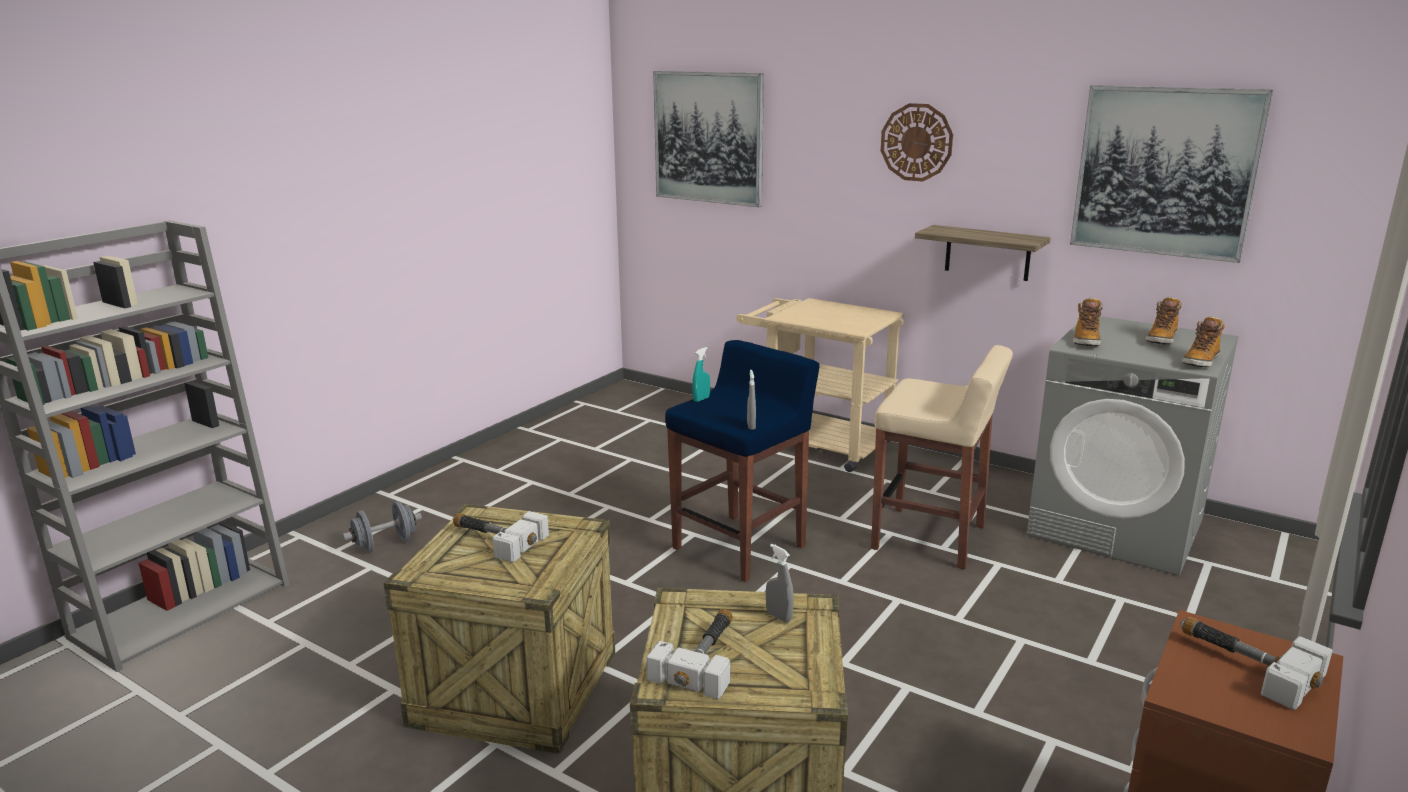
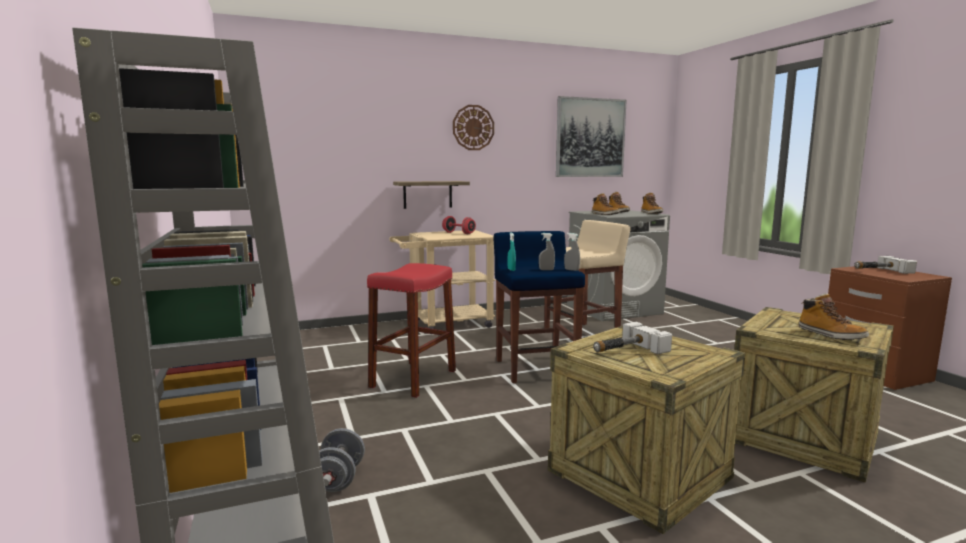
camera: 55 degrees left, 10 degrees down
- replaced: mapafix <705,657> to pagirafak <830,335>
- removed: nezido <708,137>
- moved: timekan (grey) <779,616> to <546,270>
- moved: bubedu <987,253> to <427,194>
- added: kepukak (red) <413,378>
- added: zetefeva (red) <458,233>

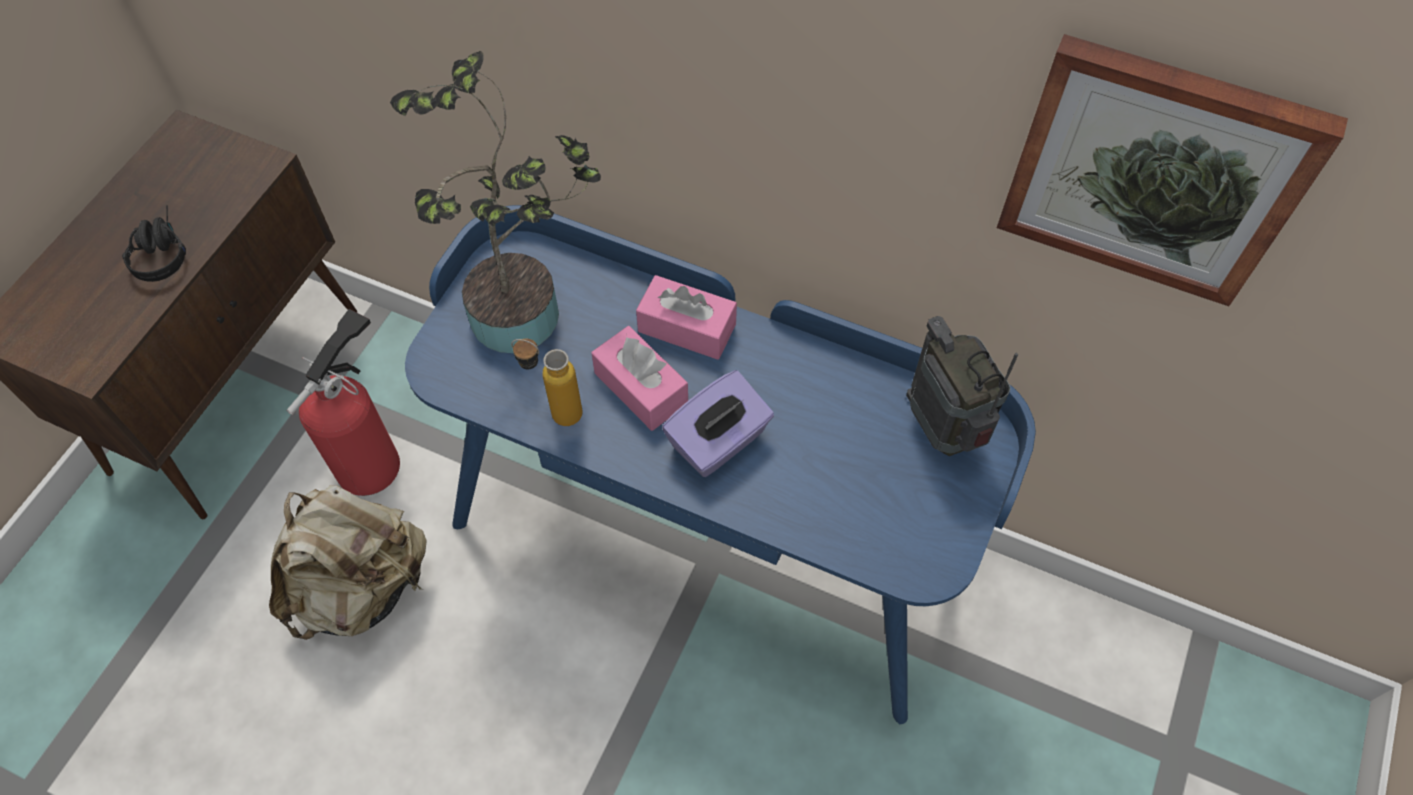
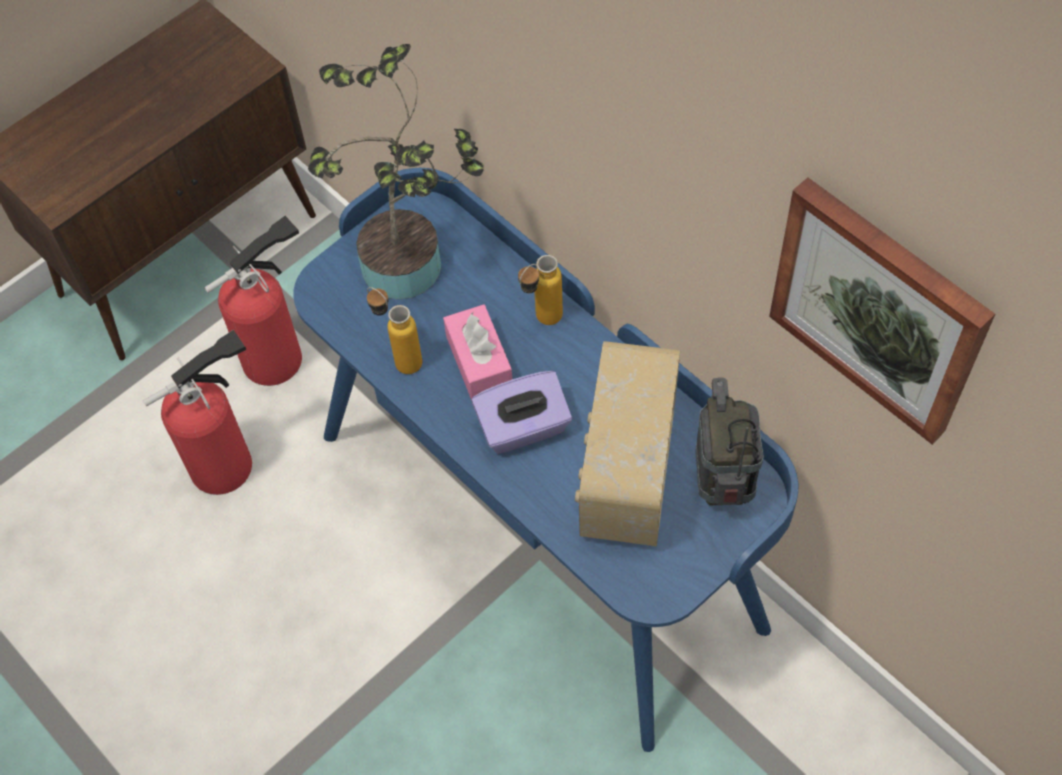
camera: 25 degrees right, 0 degrees up
- removed: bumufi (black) <160,251>
- replaced: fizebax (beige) <361,587> to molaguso <228,463>
- replaced: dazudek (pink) <687,328> to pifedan <541,322>
- added: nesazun <625,473>

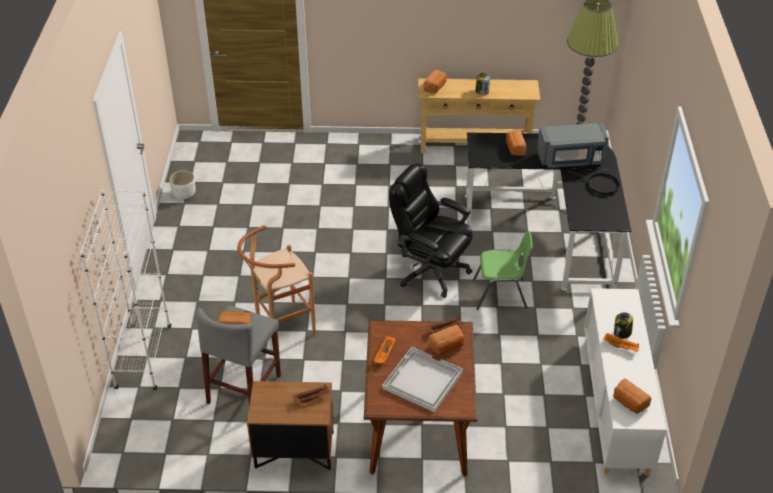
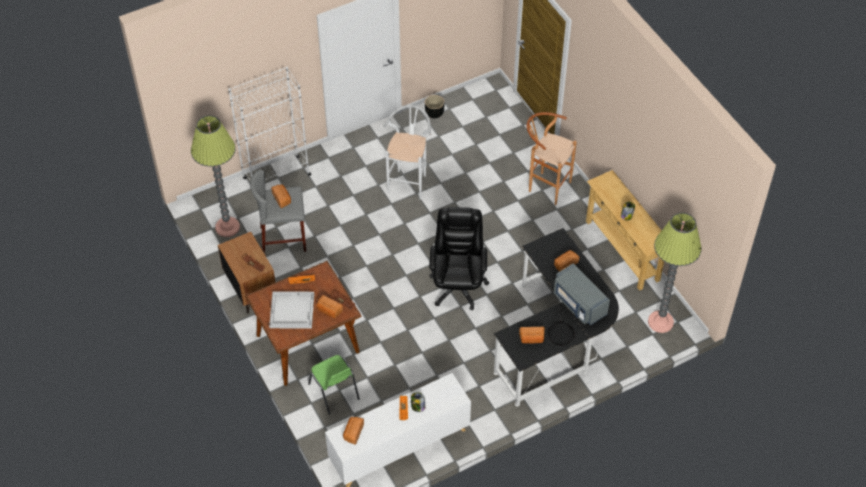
camera: 60 degrees right, 10 degrees up
- recoloured: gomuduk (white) <184,194> to gomuduk (black) <434,113>
- moved: kepukak (brown) <280,330> to <545,186>
- moved: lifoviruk <435,87> to <531,339>
- moved: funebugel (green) <501,294> to <334,392>
- added: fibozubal <227,227>
- added: kepukak (white) <409,181>

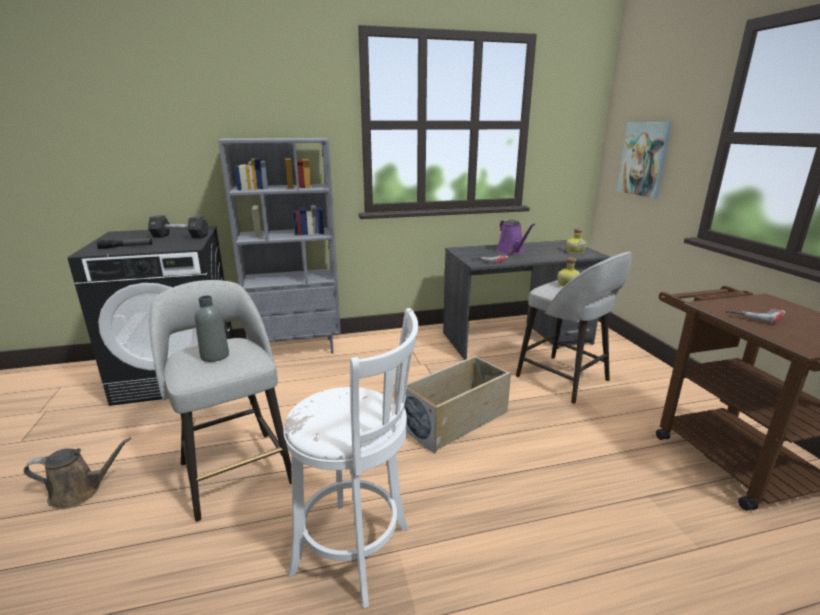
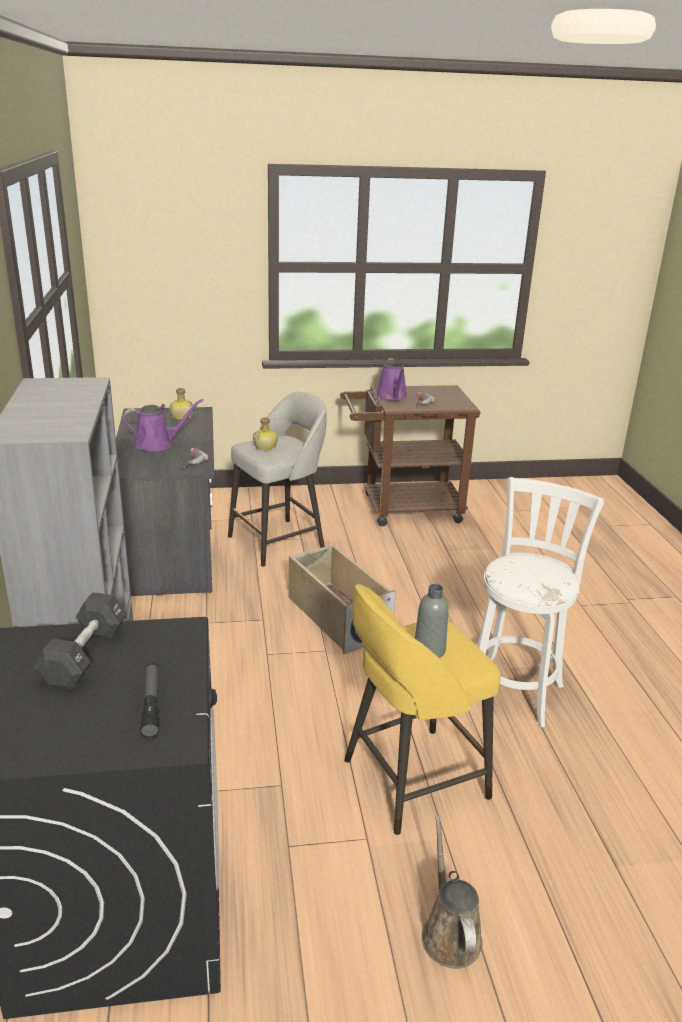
camera: 85 degrees left, 5 degrees up
- recoloured: kepukak (grey) <235,470> to kepukak (yellow) <411,780>
- removed: nezido <644,159>
- added: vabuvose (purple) <392,397>

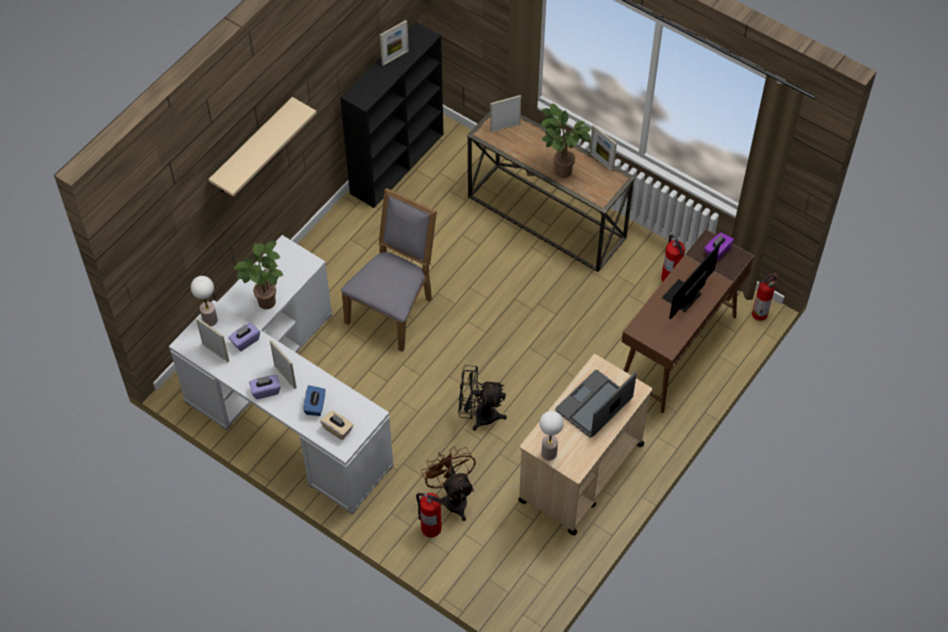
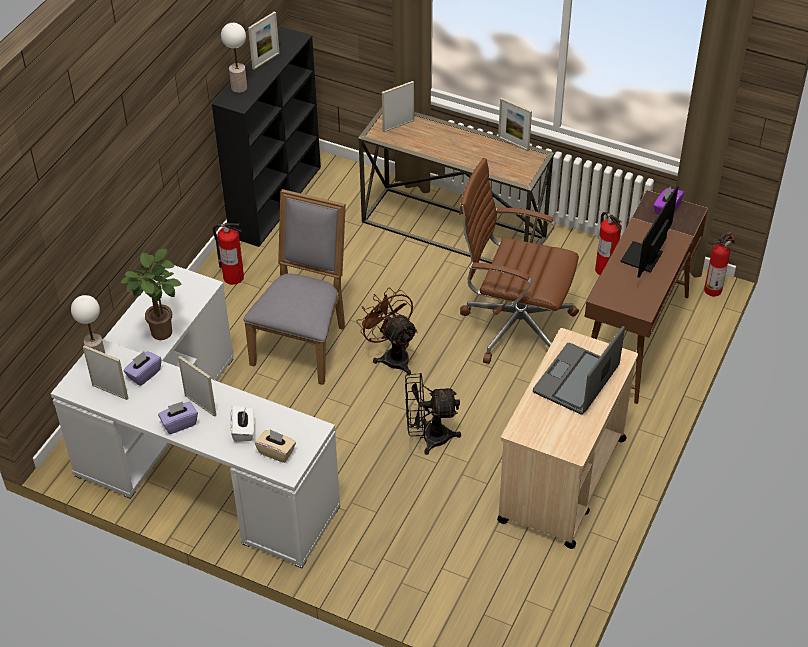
camera: 10 degrees left, 10 degrees down
- removed: bubedu (beige) <252,148>
- recoloured: dazudek (blue) <315,406> to dazudek (white) <243,430>
- moved: molaguso <430,528> to <233,277>
- moved: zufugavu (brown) <453,497> to <392,356>
- moved: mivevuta <549,453> to <239,87>
- removed: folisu <560,171>
- added: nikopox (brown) <514,325>

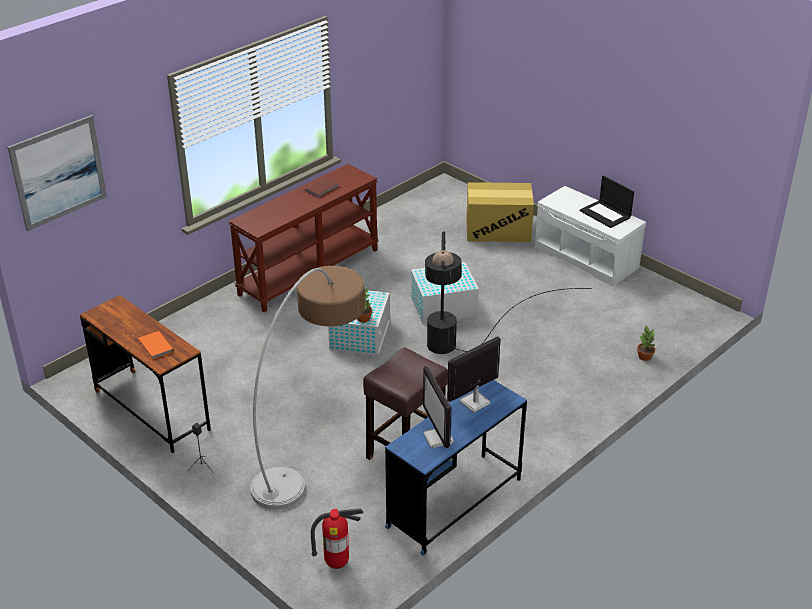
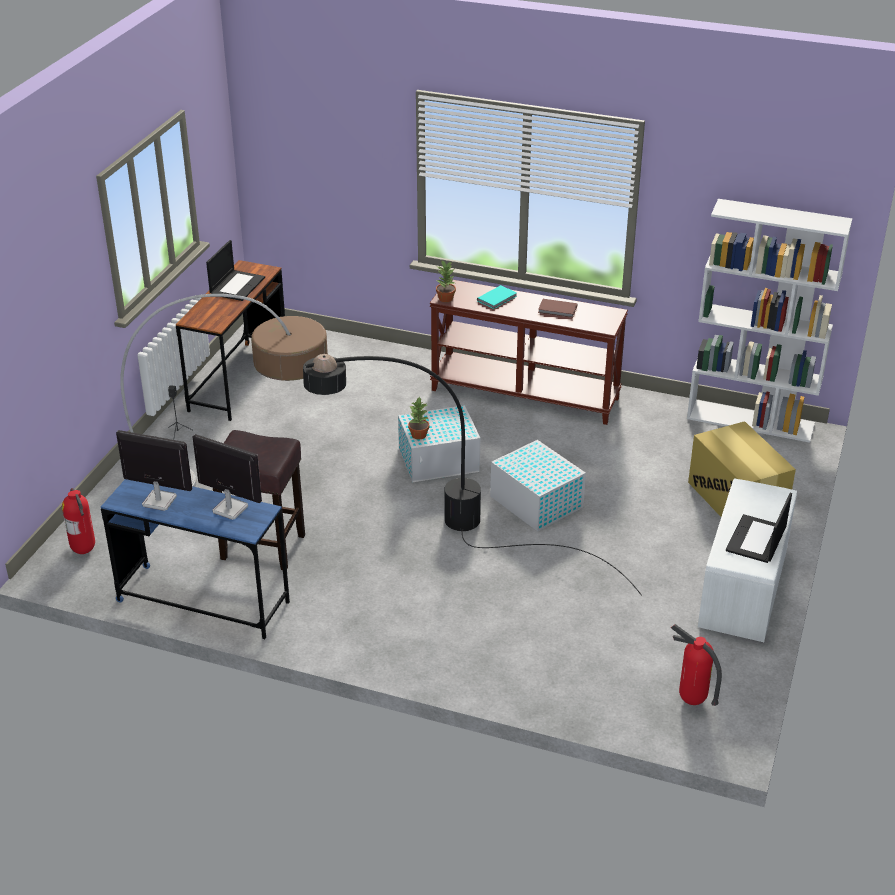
camera: 65 degrees right, 0 degrees up
- removed: nezido <58,172>
- removed: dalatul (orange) <155,347>
- turned: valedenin <438,438> = <158,501> 60 degrees clockwise
- moved: folisu <644,356> to <446,298>
- added: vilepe <237,285>
- added: dalatul (turquoise) <498,298>
- added: molaguso <691,701>
- added: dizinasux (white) <751,421>

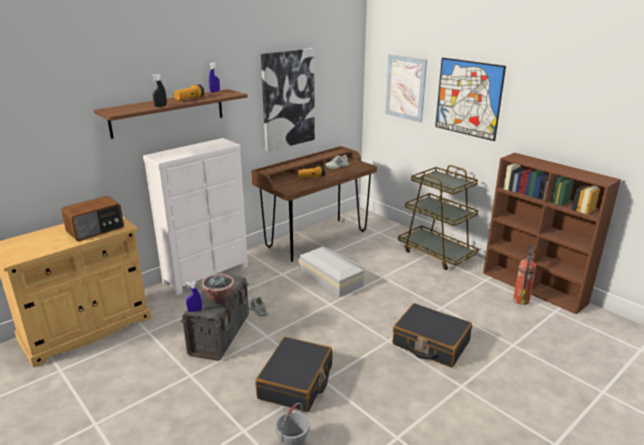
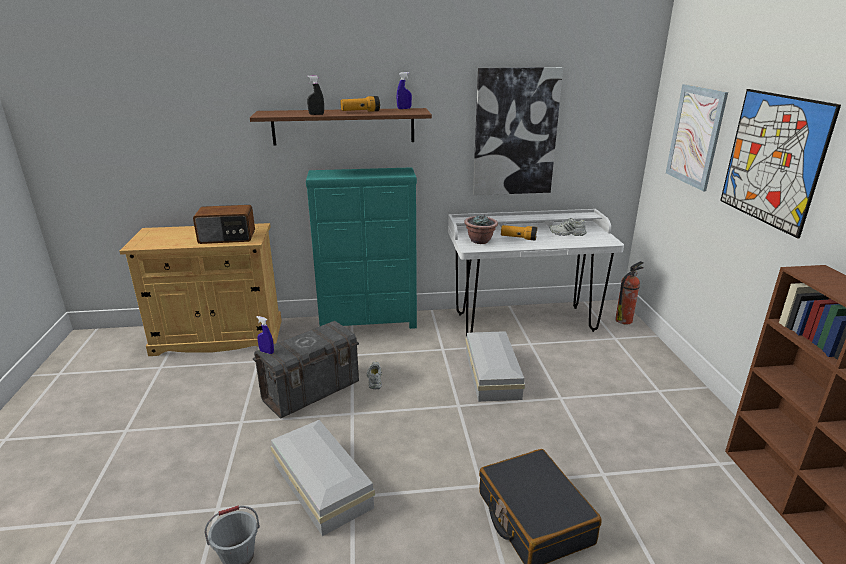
camera: 35 degrees right, 0 degrees up
- recoloured: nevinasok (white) <207,274> to nevinasok (turquoise) <369,323>
- moved: folisu <219,299> to <480,241>
- recoloured: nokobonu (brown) <316,239> to nokobonu (white) <524,322>
- replaced: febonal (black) <296,382> to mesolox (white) <322,483>
- removed: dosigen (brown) <436,253>
- moved: molaguso <521,299> to <624,320>

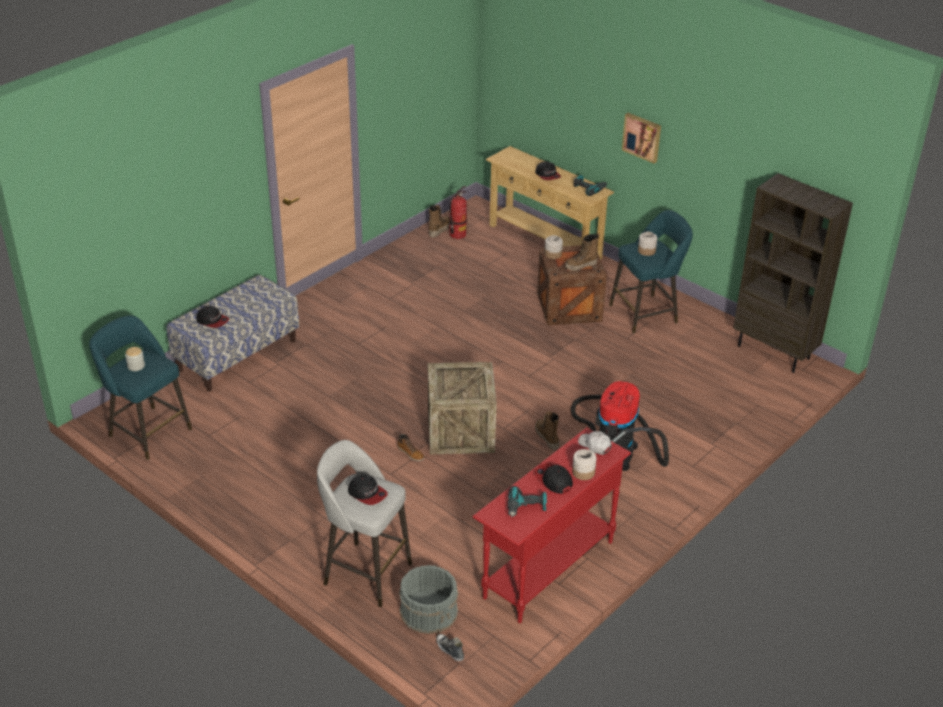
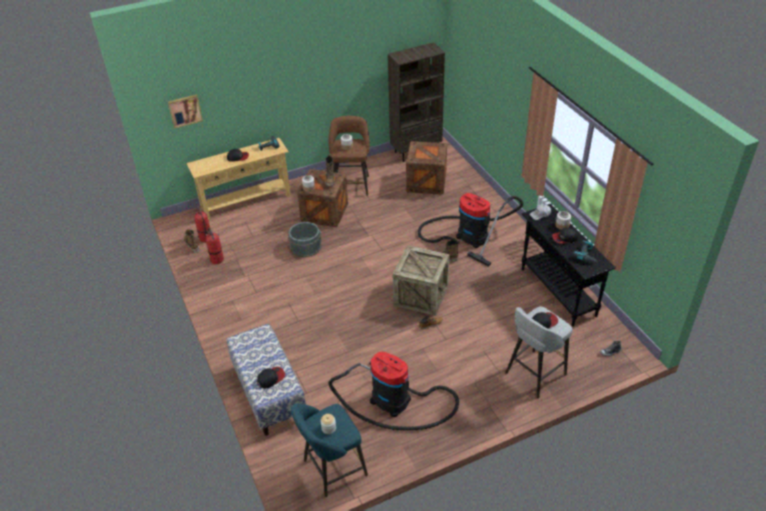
camera: 65 degrees left, 5 degrees up
- moved: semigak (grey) <429,611> to <305,246>
- recoloured: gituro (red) <548,569> to gituro (black) <558,292>
- recoloured: kepukak (turquoise) <646,313> to kepukak (brown) <351,184>
- moved: nezido <642,137> to <185,110>
- added: molaguso <217,260>
- added: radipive <395,402>
- added: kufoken <426,182>

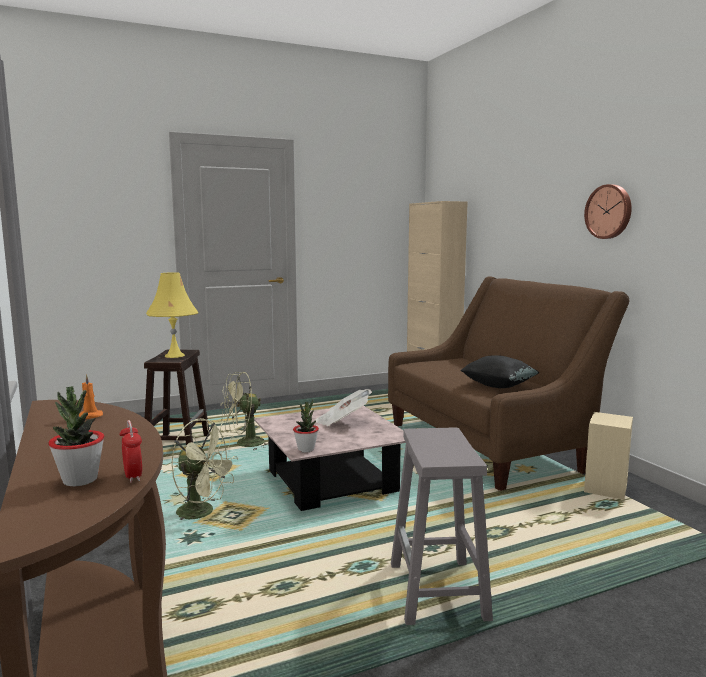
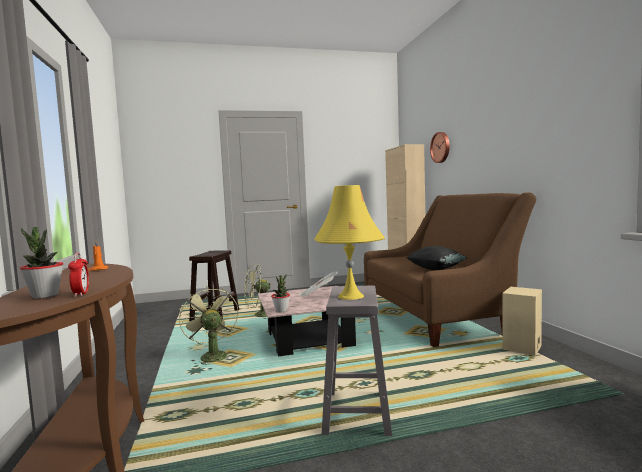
camera: 10 degrees right, 5 degrees down
- moved: mivevuta (yellow) <174,355> to <350,296>
- turned: zufugavu (green) <203,513> = <211,356> 150 degrees counterclockwise
- moved: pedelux <609,211> to <441,147>

